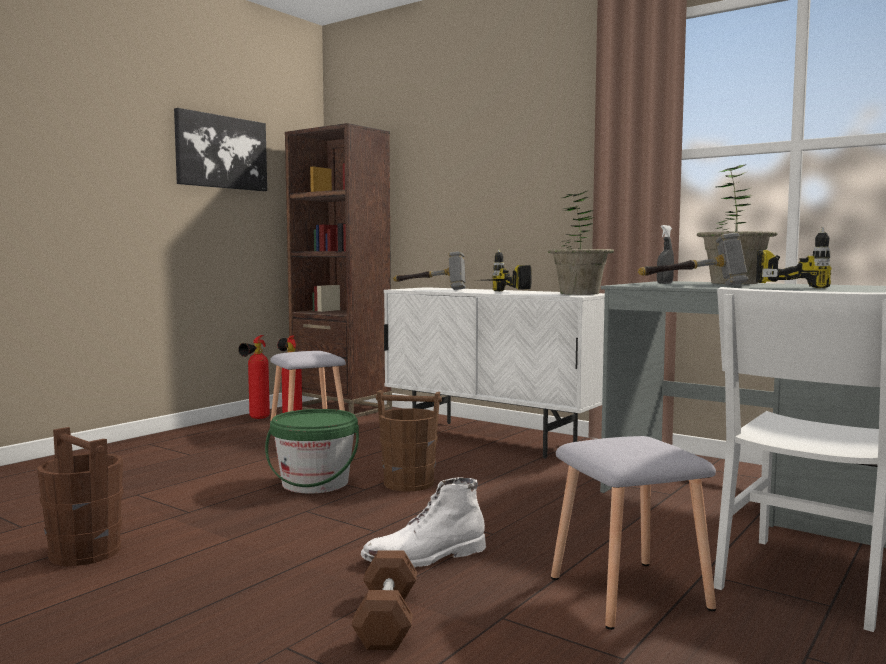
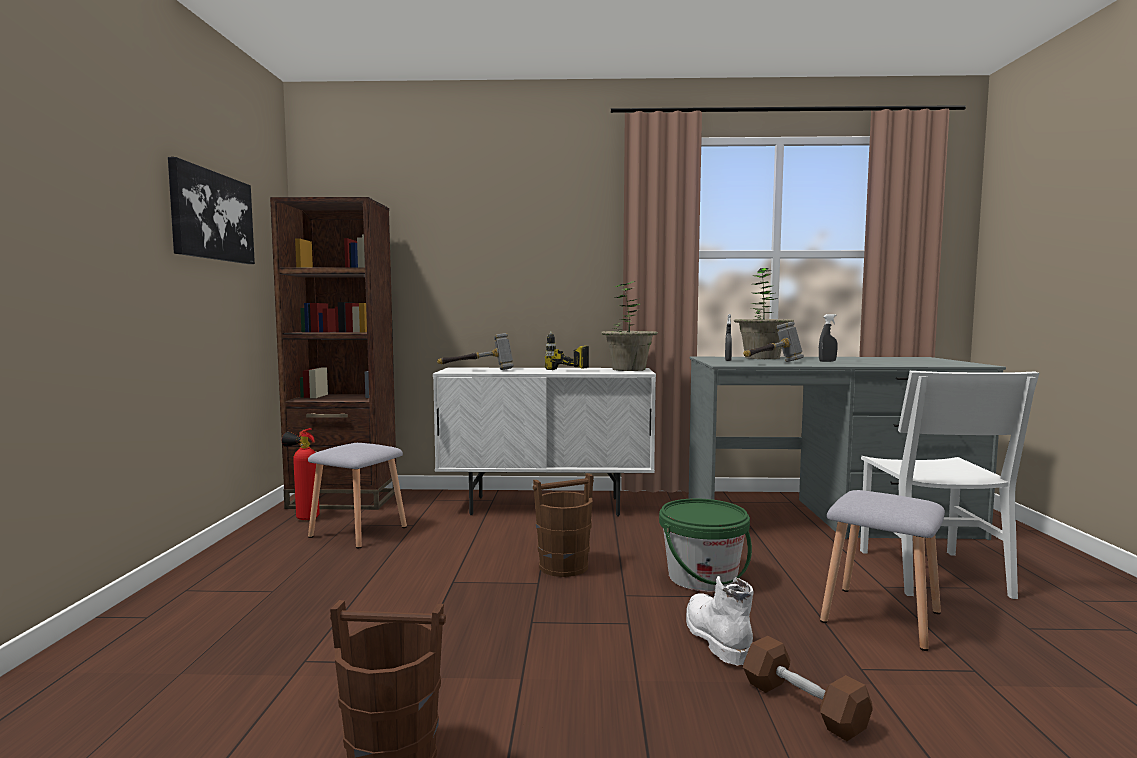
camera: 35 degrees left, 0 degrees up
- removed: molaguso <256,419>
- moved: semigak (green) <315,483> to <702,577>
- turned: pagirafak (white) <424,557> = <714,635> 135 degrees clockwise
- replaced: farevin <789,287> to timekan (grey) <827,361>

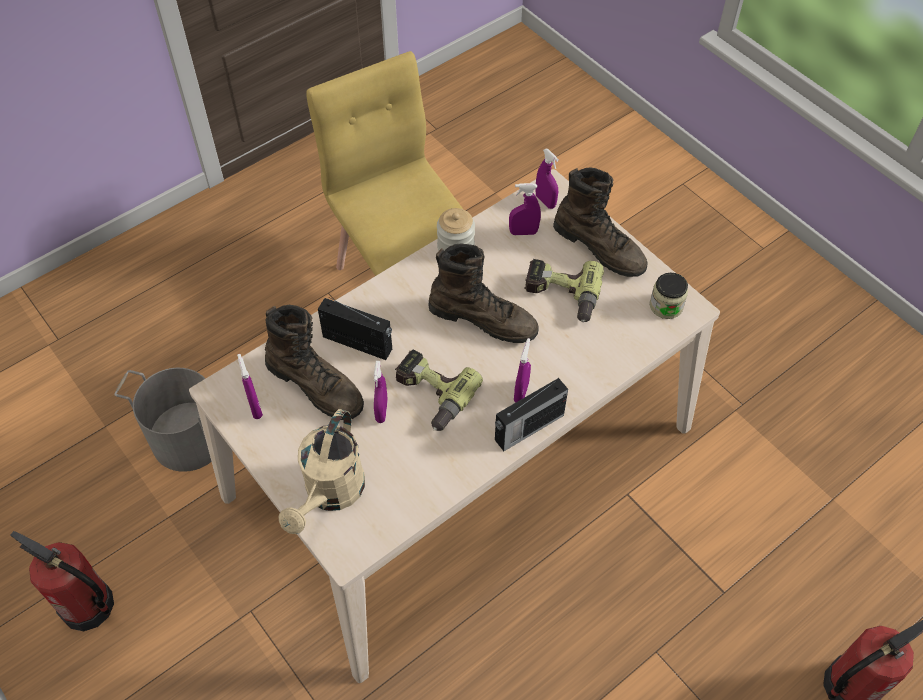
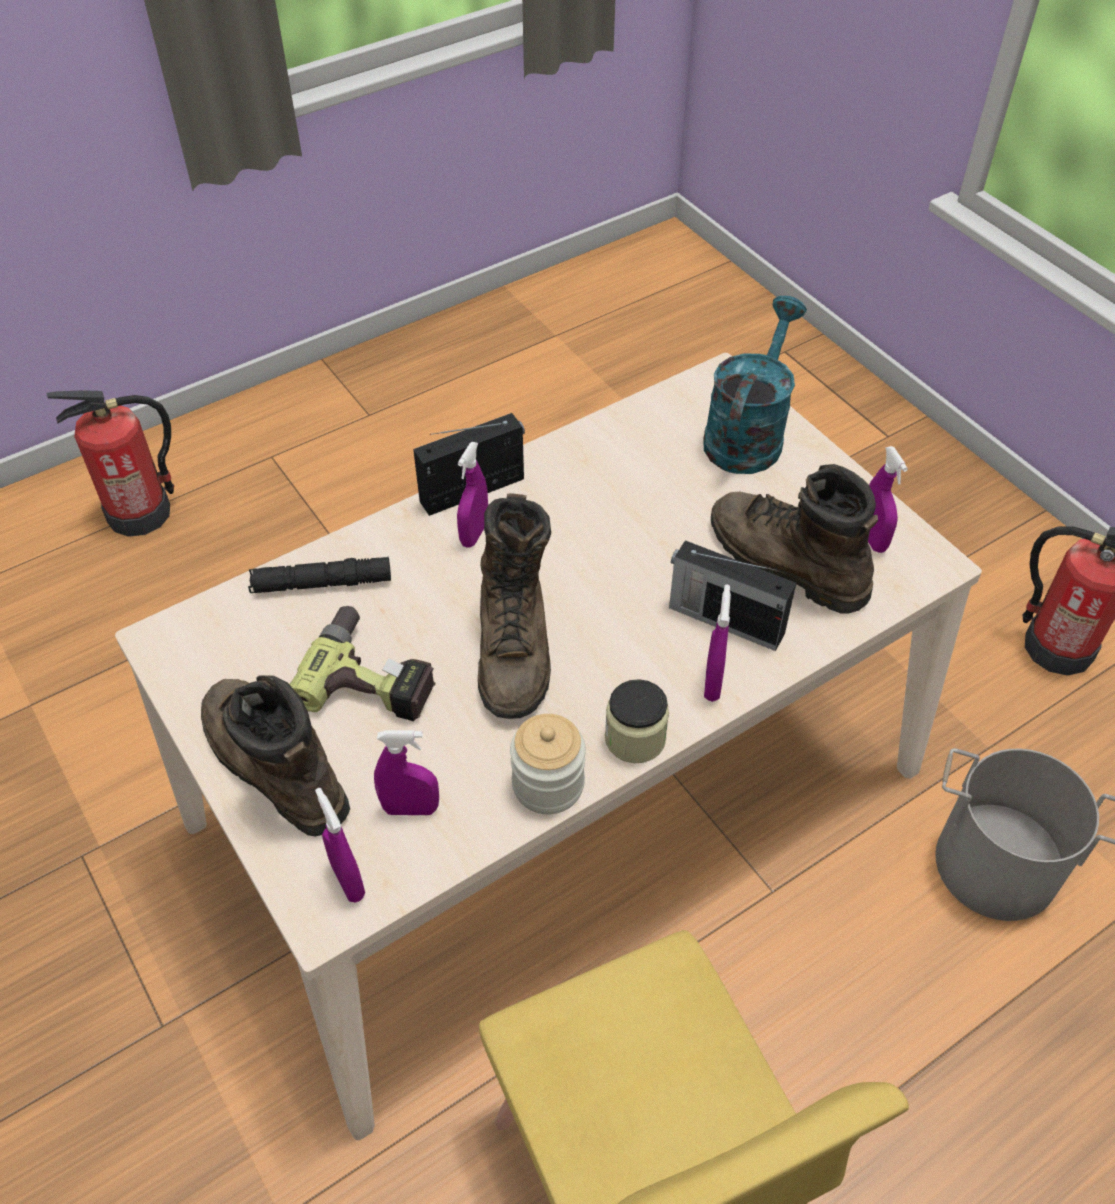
camera: 175 degrees left, 5 degrees down
- recoloured: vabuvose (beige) <330,494> to vabuvose (turquoise) <747,433>
- moved: timekan (purple) <381,411> to <712,683>
- removed: farevin <430,396>
- turned: pagirafak (brown) <483,319> = <514,646> 120 degrees counterclockwise
- moved: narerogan <666,306> to <635,738>
- added: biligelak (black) <321,583>

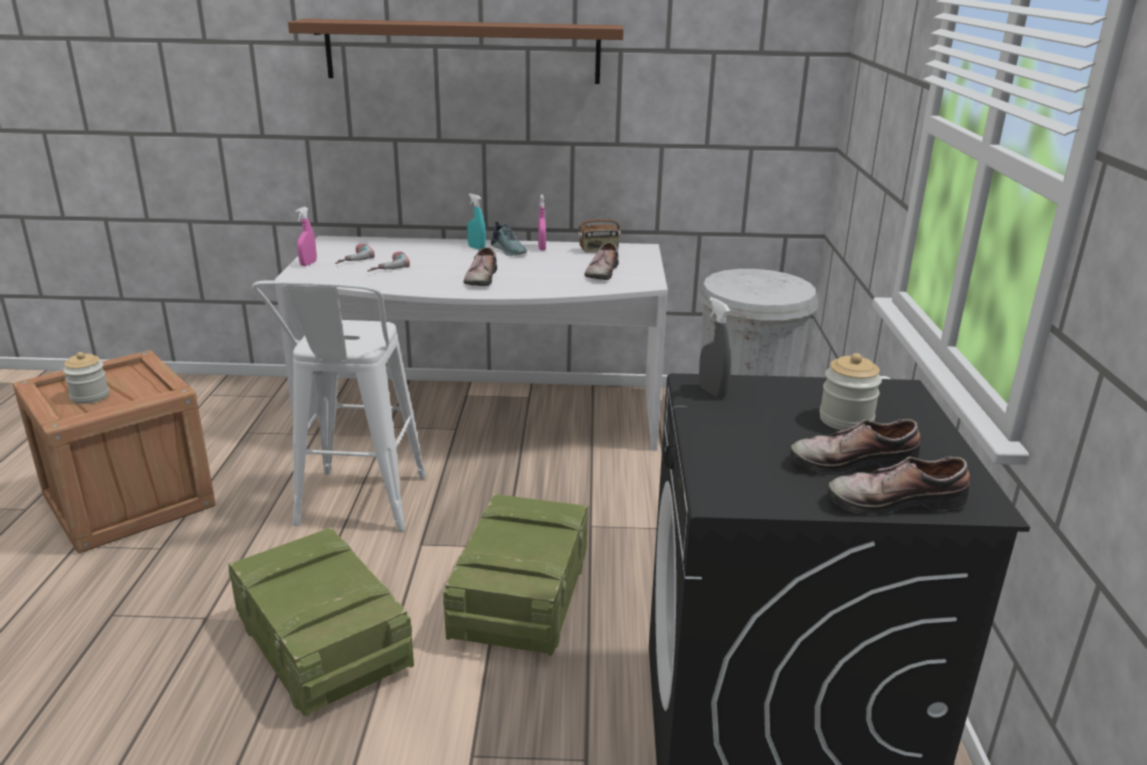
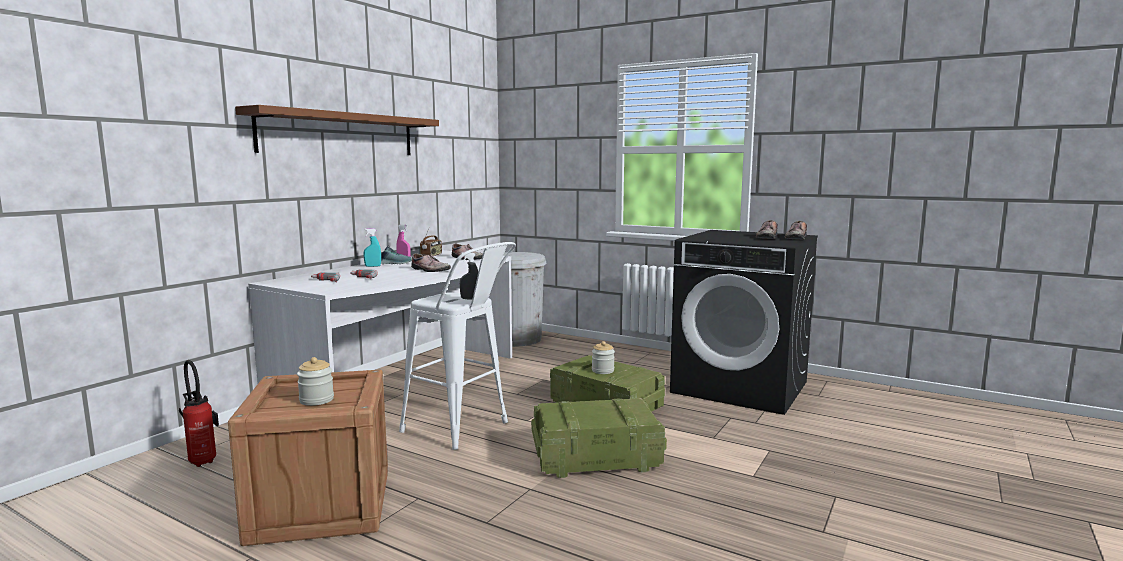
camera: 60 degrees left, 15 degrees down
- removed: timekan (pink) <308,264>
- moved: timekan (grey) <712,391> to <470,299>
- moved: narerogan <846,420> to <603,371>
- added: molaguso <203,460>

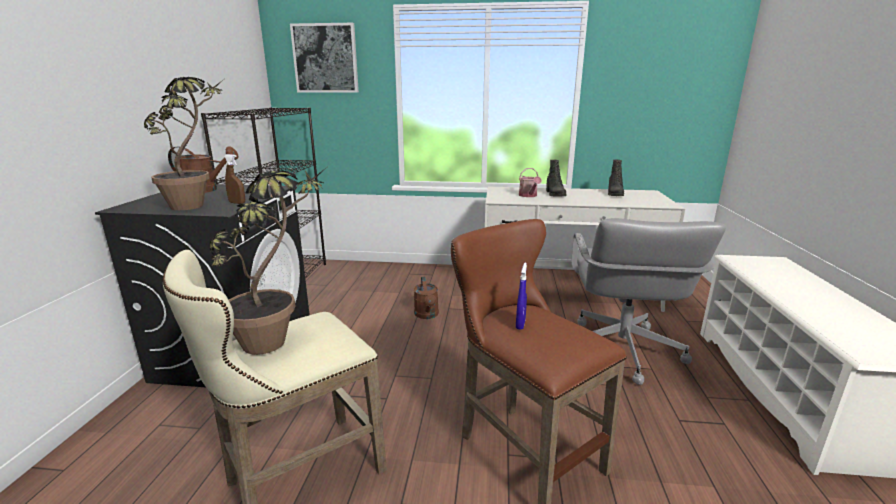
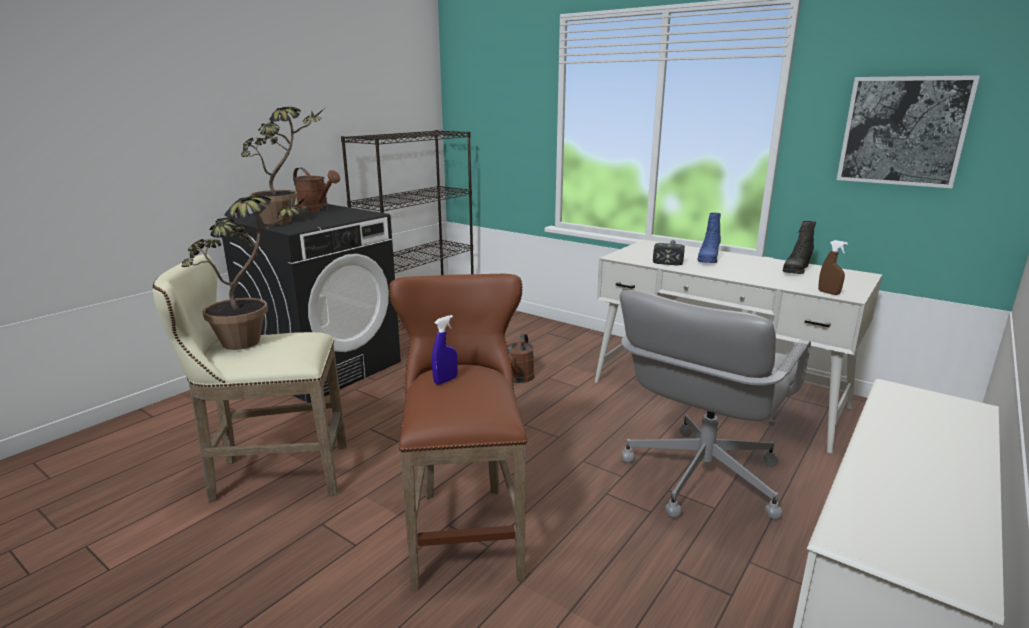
camera: 30 degrees right, 0 degrees up
- moved: timekan (brown) <237,203> to <828,293>
- moved: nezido <325,58> to <903,131>
- replaced: vabuvose <529,195> to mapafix <670,256>
- recoloured: pagirafak (black) <555,194> to pagirafak (blue) <707,259>

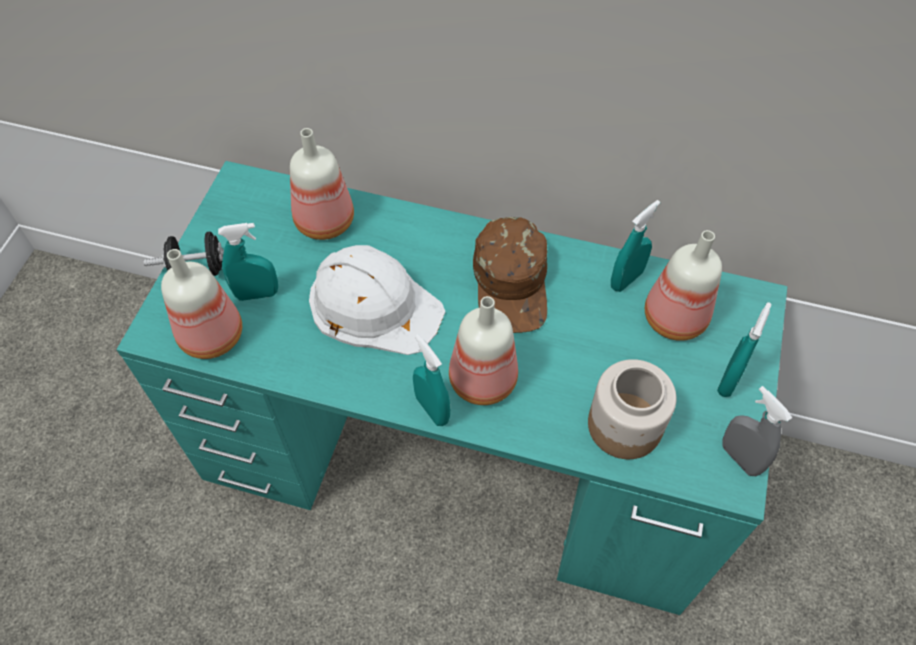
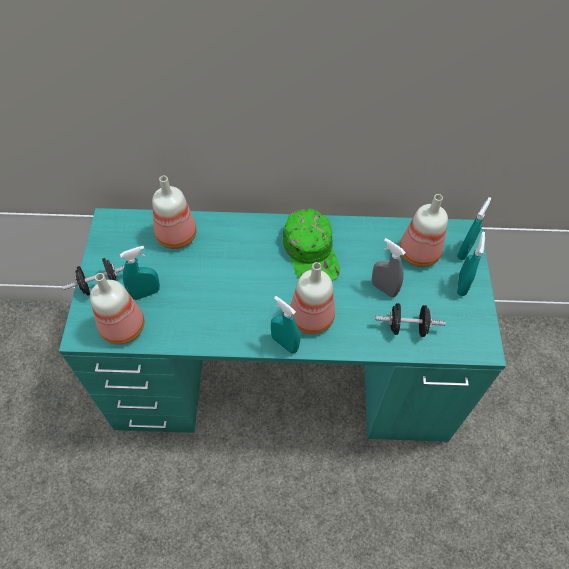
camera: 15 degrees left, 0 degrees up
- removed: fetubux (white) <374,305>
- recoloured: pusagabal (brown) <512,283> to pusagabal (green) <311,252>
- replaced: narerogan <623,426> to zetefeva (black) <407,327>
- moved: timekan (turquoise) <626,279> to <465,251>
- moved: timekan (grey) <739,458> to <384,288>

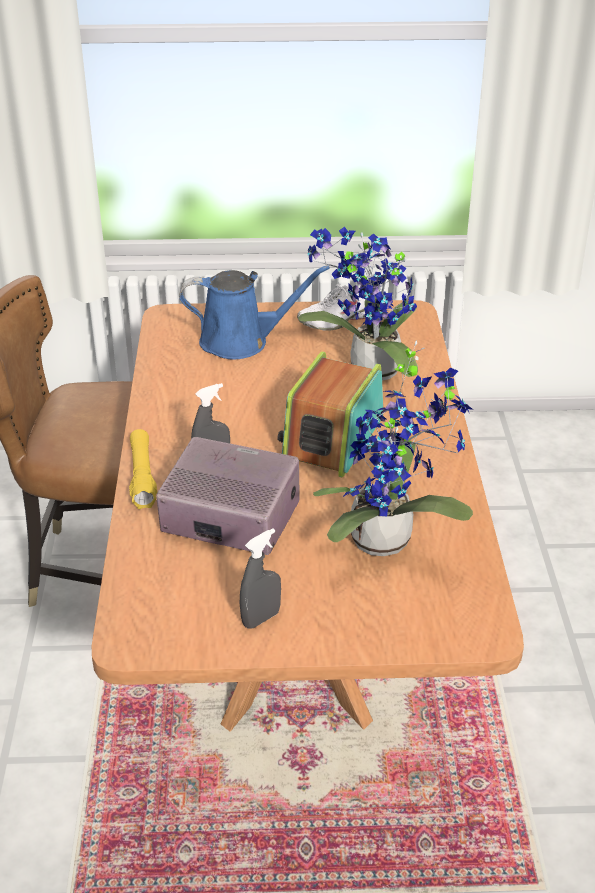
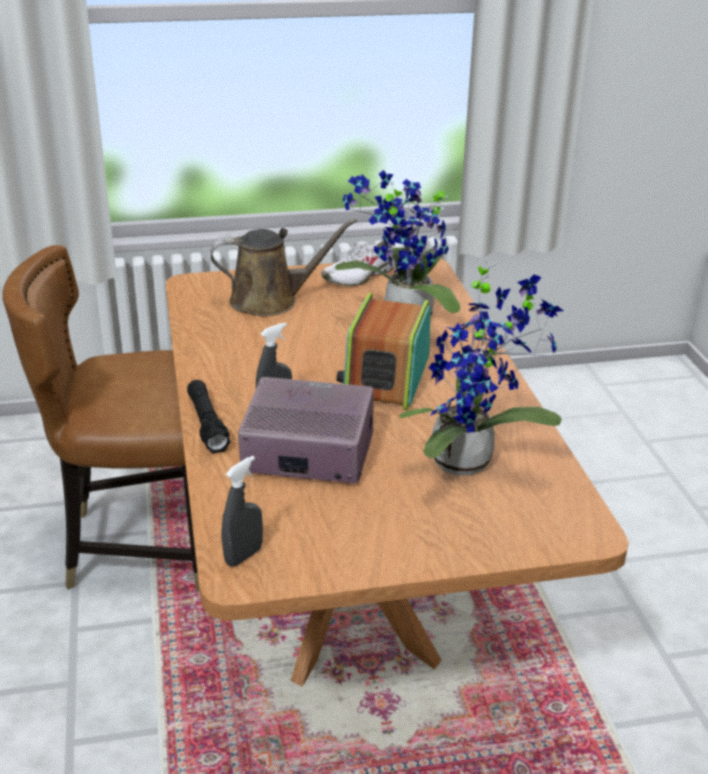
camera: 10 degrees left, 5 degrees down
- recoloured: biligelak (yellow) <142,476> to biligelak (black) <207,424>
- recoloured: vabuvose (blue) <241,342> to vabuvose (brown) <271,301>
- moved: timekan (grey) <261,618> to <243,556>

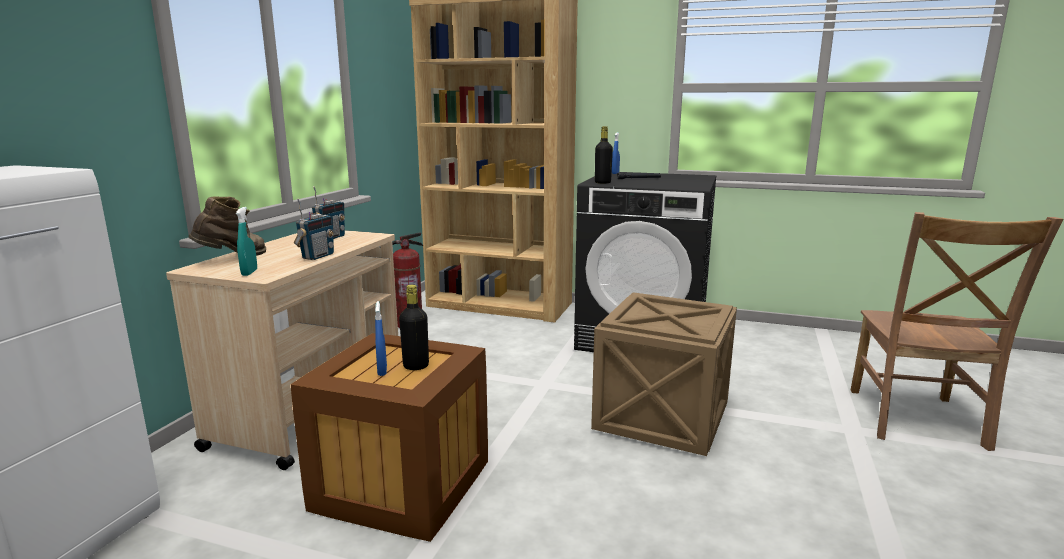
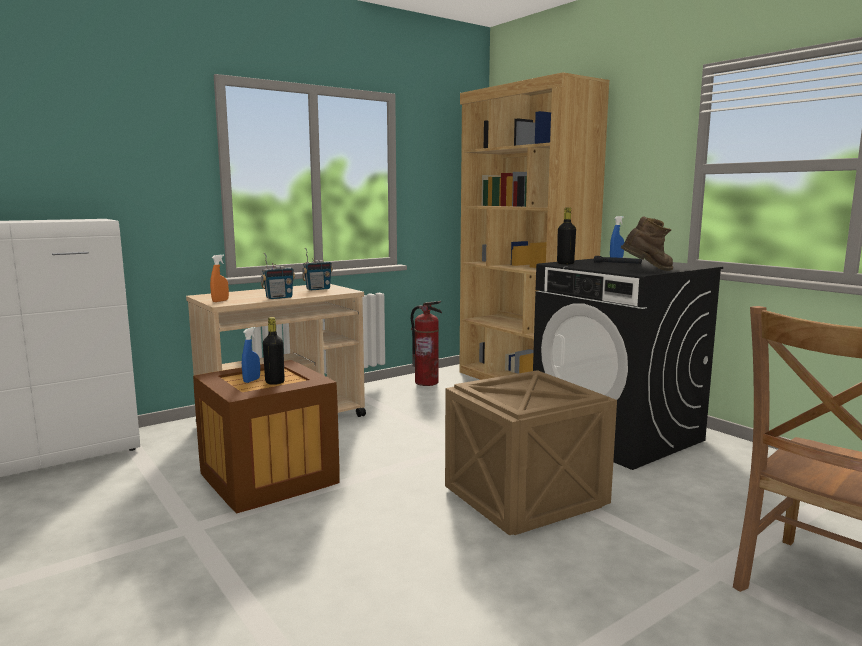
camera: 35 degrees right, 5 degrees down
- moved: pagirafak (brown) <233,259> to <648,271>
- recoloured: timekan (turquoise) <249,273> to timekan (orange) <220,301>

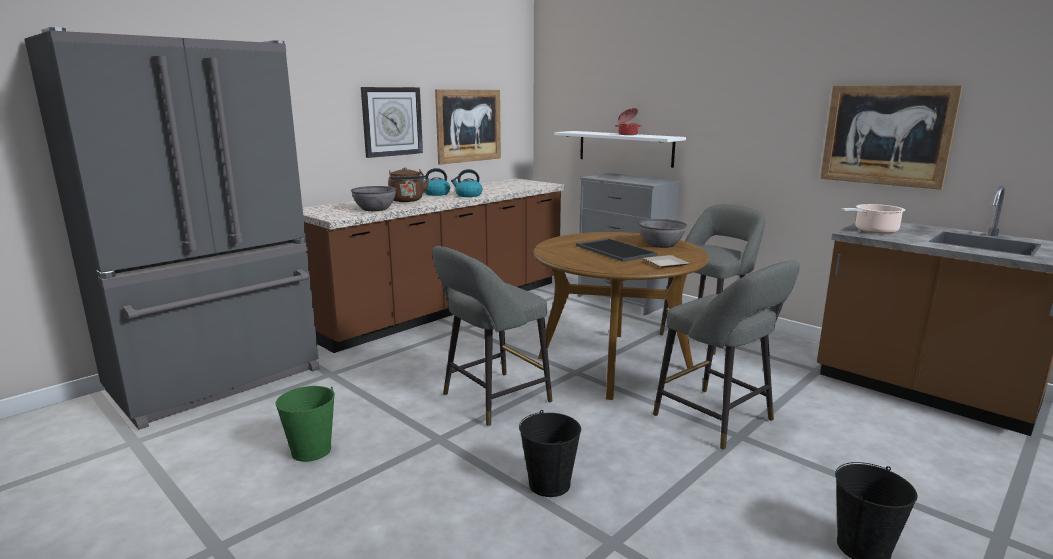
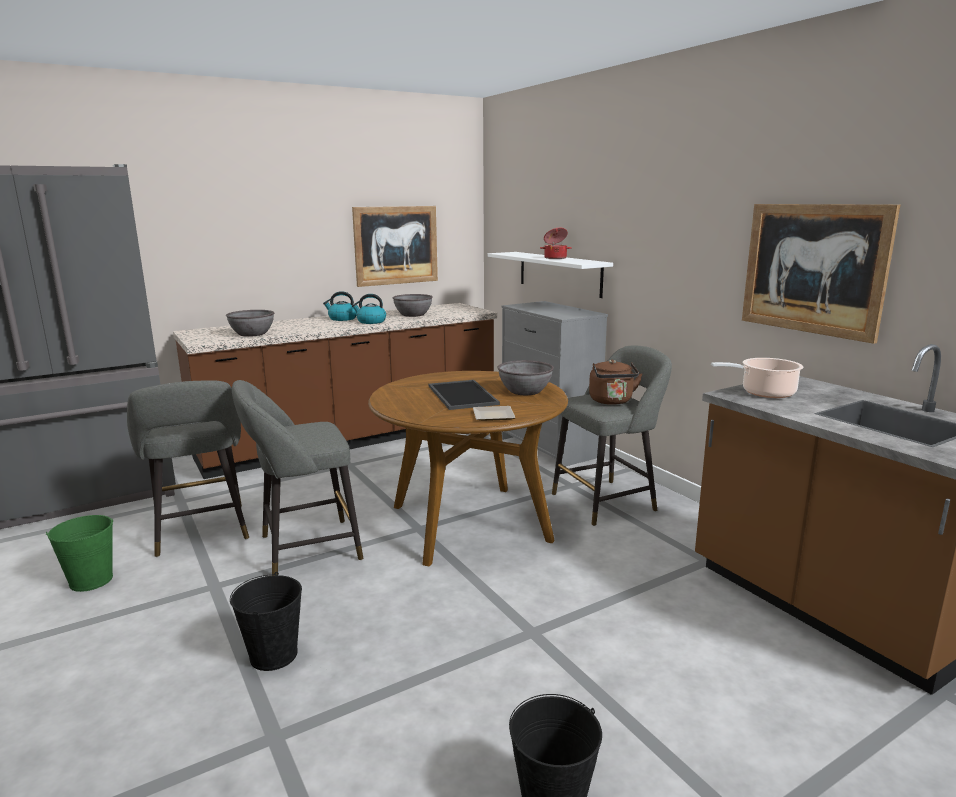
camera: 15 degrees right, 0 degrees up
- removed: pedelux <392,121>
- moved: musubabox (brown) <407,200> to <612,401>
- moved: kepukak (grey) <718,420> to <201,532>
- added: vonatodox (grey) <413,315>

